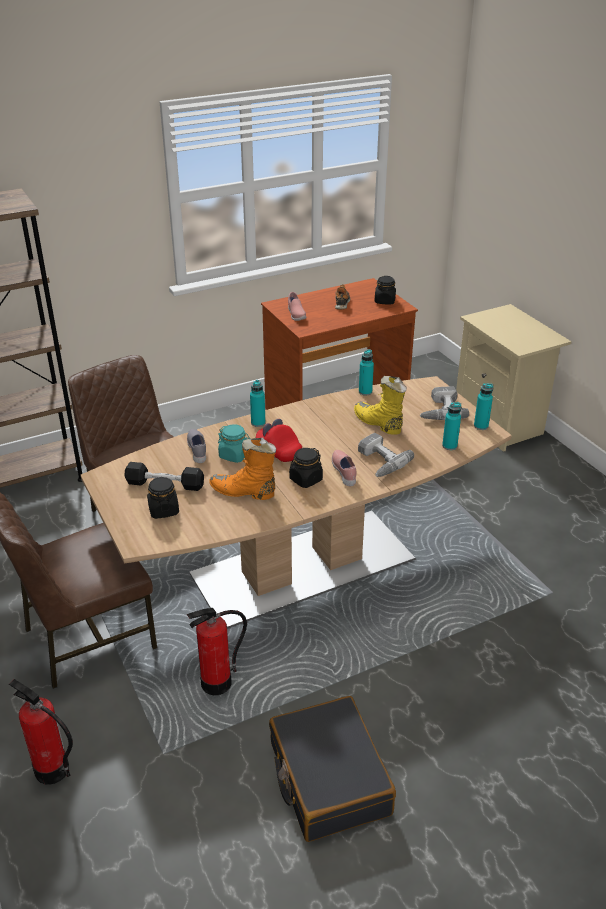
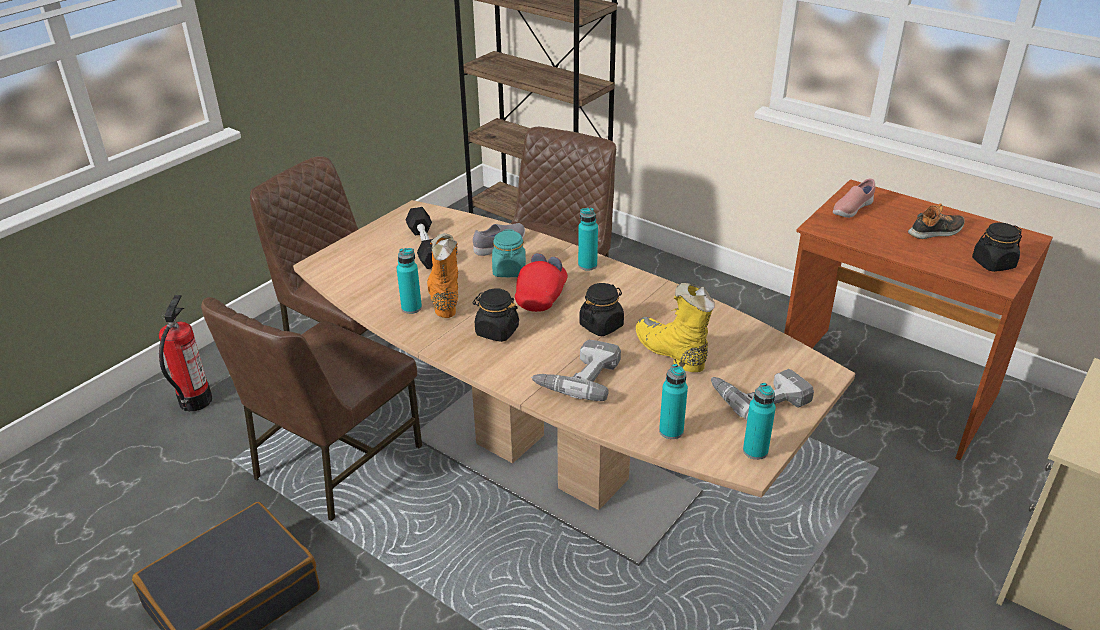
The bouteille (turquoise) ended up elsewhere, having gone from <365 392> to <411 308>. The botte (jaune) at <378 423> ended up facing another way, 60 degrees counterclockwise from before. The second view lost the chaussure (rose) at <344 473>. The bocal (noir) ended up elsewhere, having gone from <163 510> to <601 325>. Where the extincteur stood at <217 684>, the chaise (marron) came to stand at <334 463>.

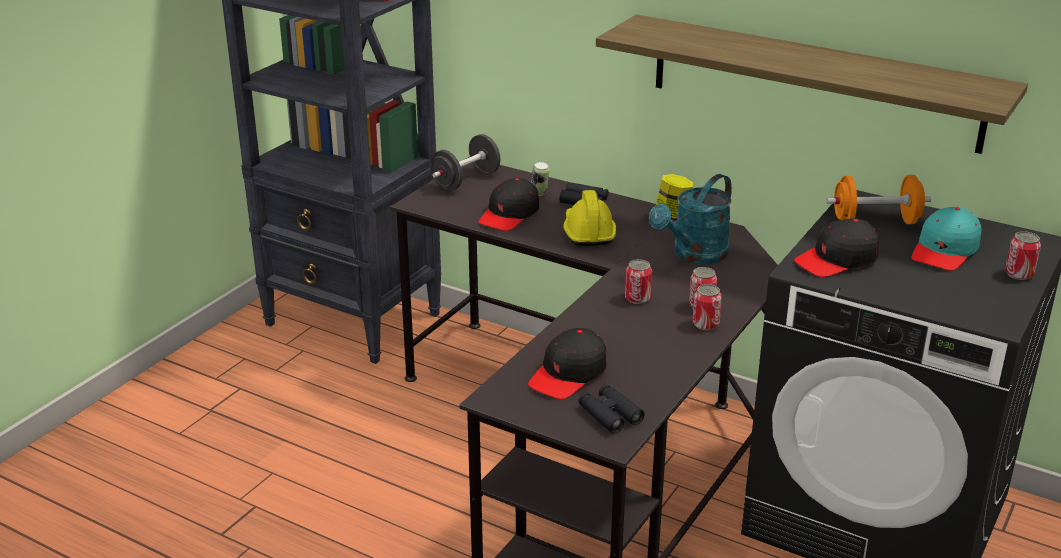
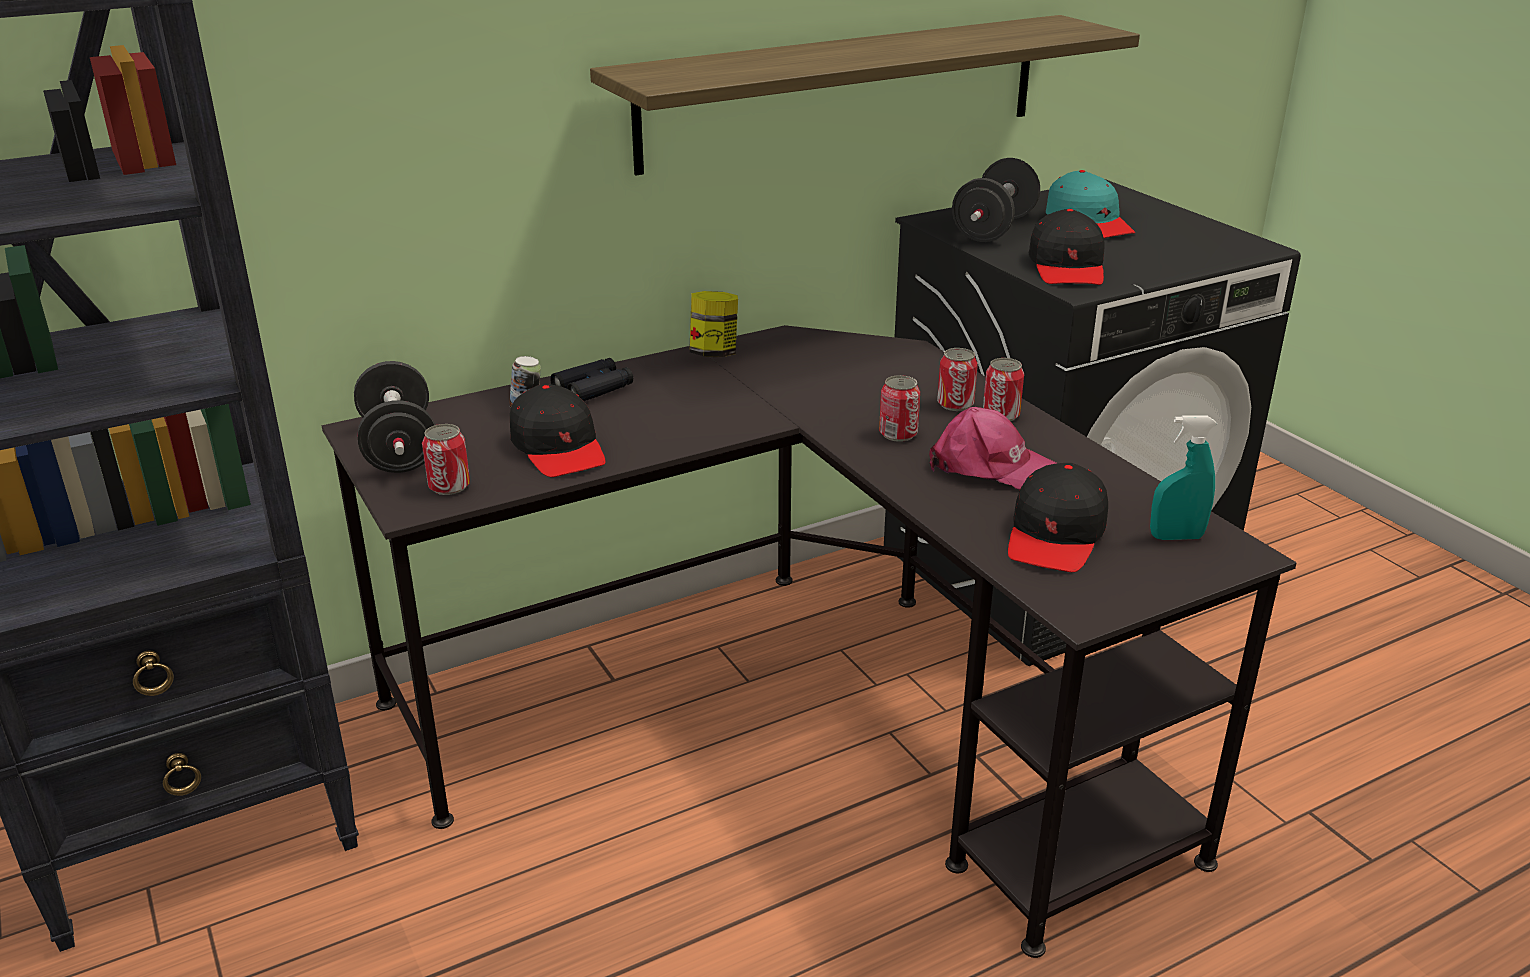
The second view lost the arrosoir (turquoise) at <694 255>. What was the haltère (orange) at <875 222> turned into the haltère (noir) at <994 229>. The second view lost the casque de chantier (jaune) at <588 232>. The boîte métallique ended up elsewhere, having gone from <1018 274> to <449 486>. The casquette (noir) at <568 374> ended up facing another way, 45 degrees clockwise from before. Where the jumelles (noir) stood at <610 415>, the vaporisateur (turquoise) came to stand at <1176 537>. The second view gained the casquette (rose) at <991 467>.

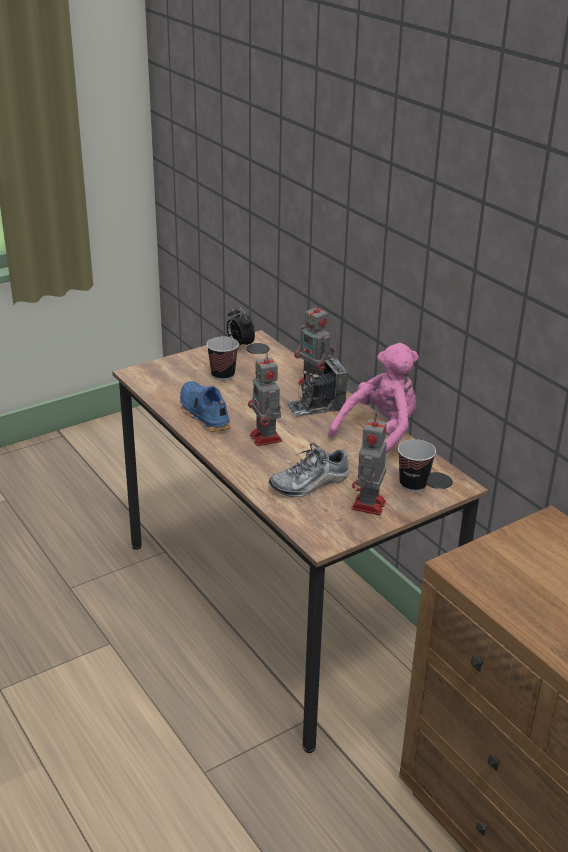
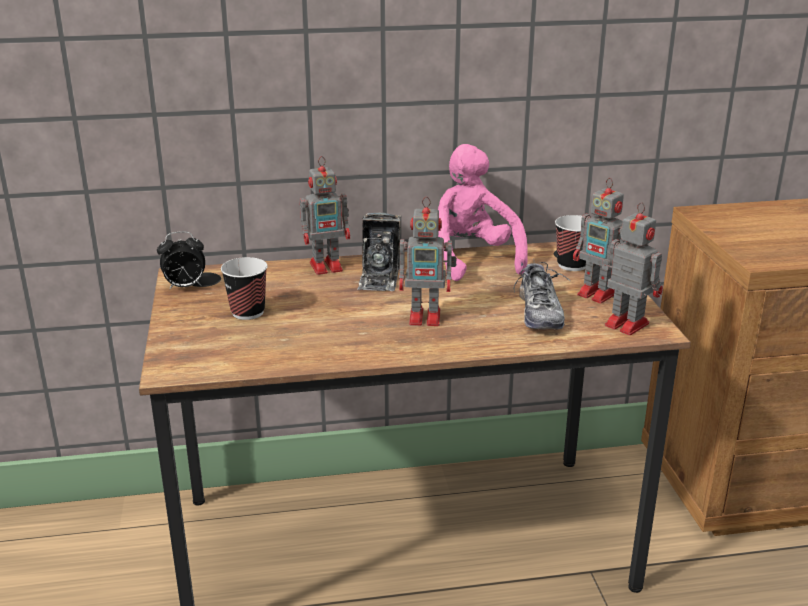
The second view lost the chaussure (bleu) at <203 415>. The second view gained the robot jouet at <624 323>.

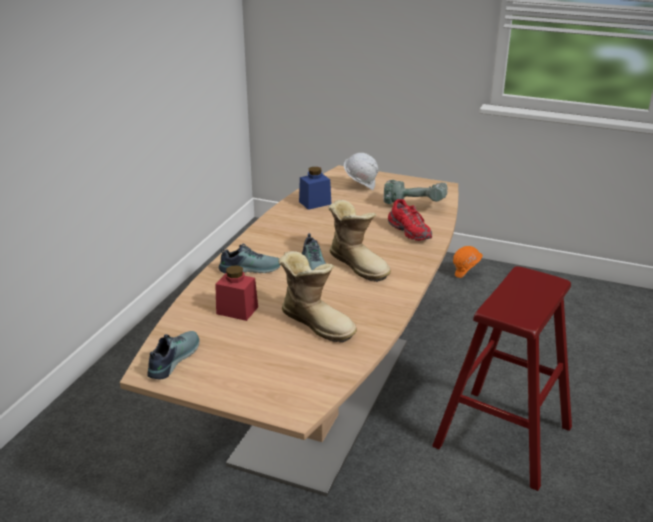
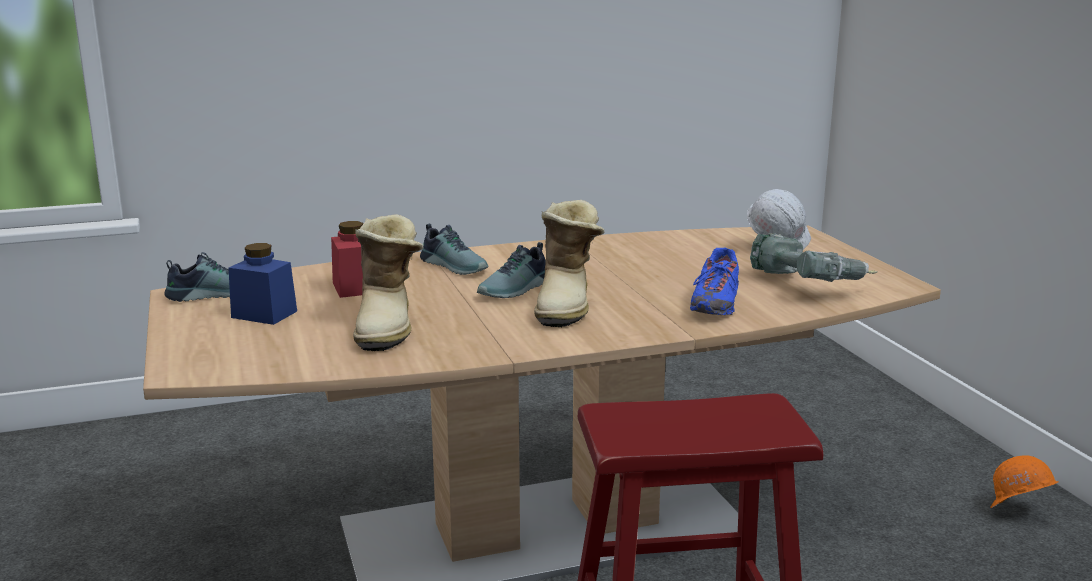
The bocal (bleu) ended up elsewhere, having gone from <315 203> to <264 314>. What was the chaussure (rouge) at <409 232> turned into the chaussure (bleu) at <715 305>.

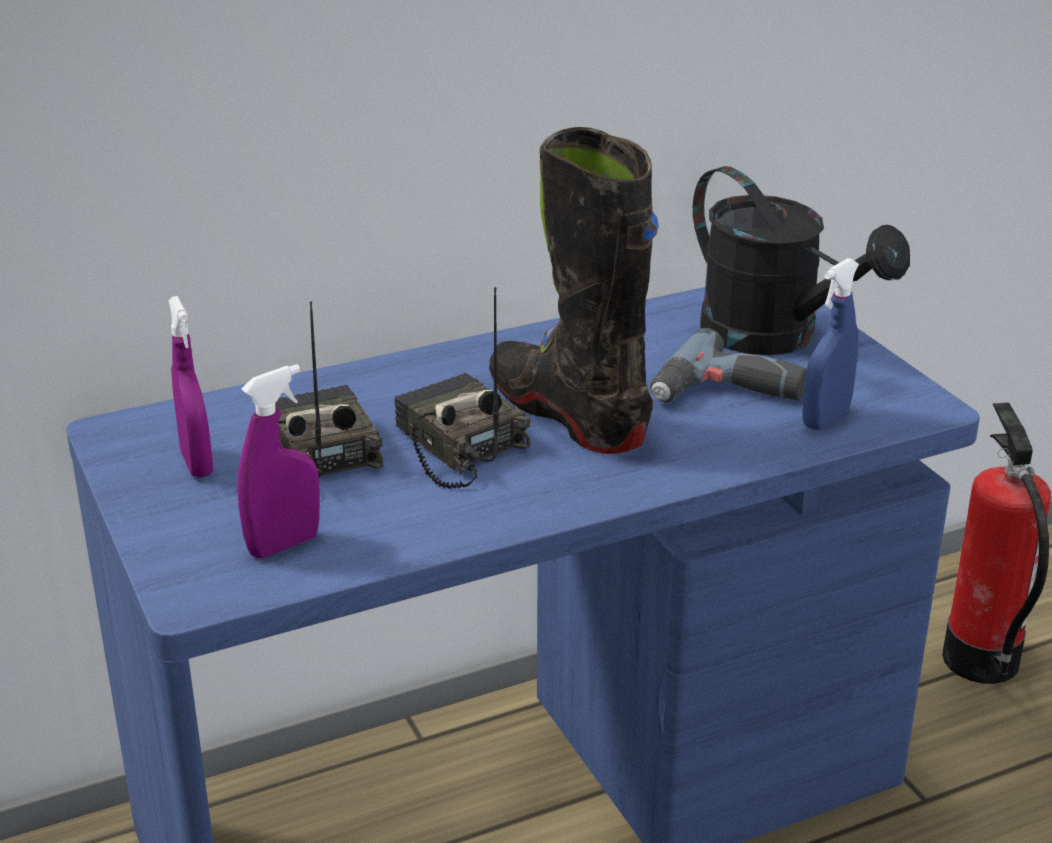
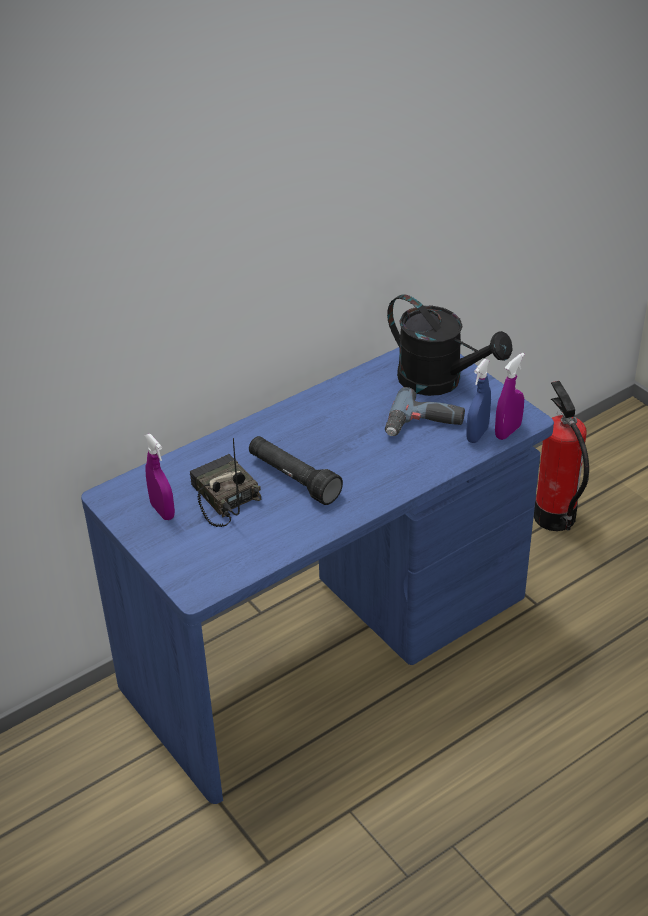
The second view lost the botte (noir) at <568 414>. Where the radio stood at <456 445>, the lampe de poche (noir) came to stand at <293 479>. The vaporisateur (violet) ended up elsewhere, having gone from <284 545> to <508 431>.

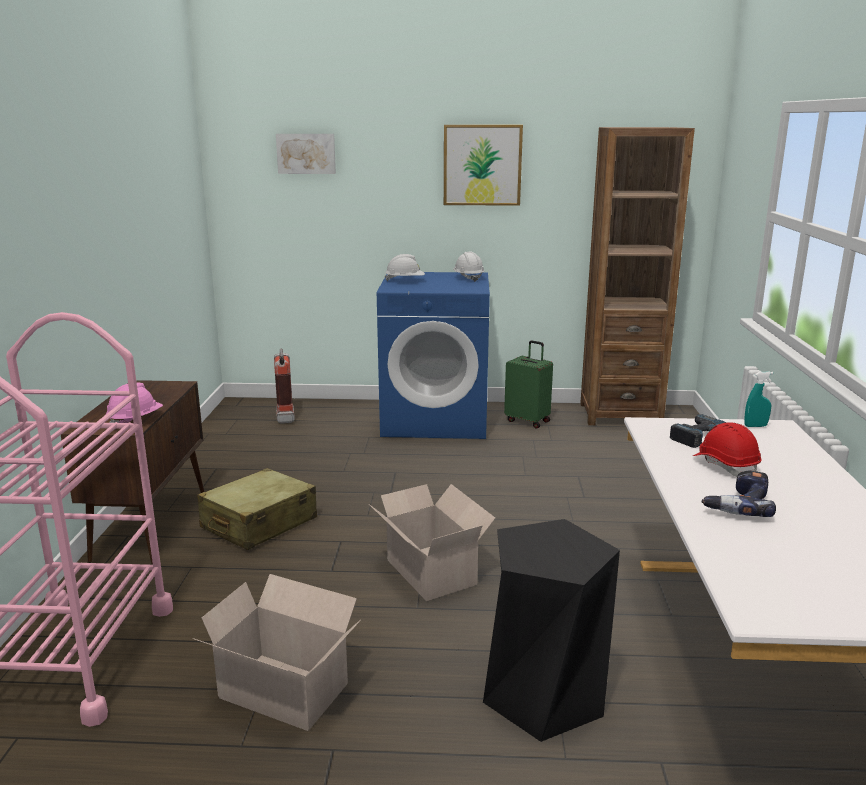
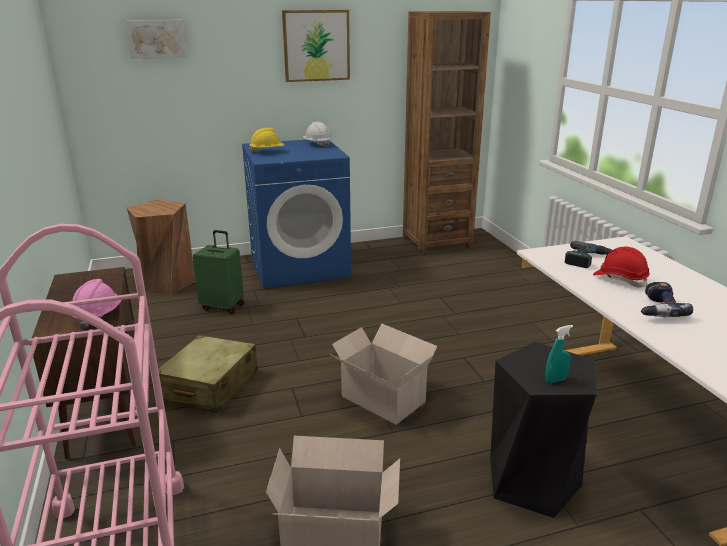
What was the casque de chantier (blanc) at <405 281> turned into the casque de chantier (jaune) at <267 151>. The valise (vert) ended up elsewhere, having gone from <528 421> to <223 306>. Where the extincteur stood at <285 416>, the tabouret (marron) came to stand at <166 282>. The vaporisateur (turquoise) ended up elsewhere, having gone from <755 426> to <556 380>.

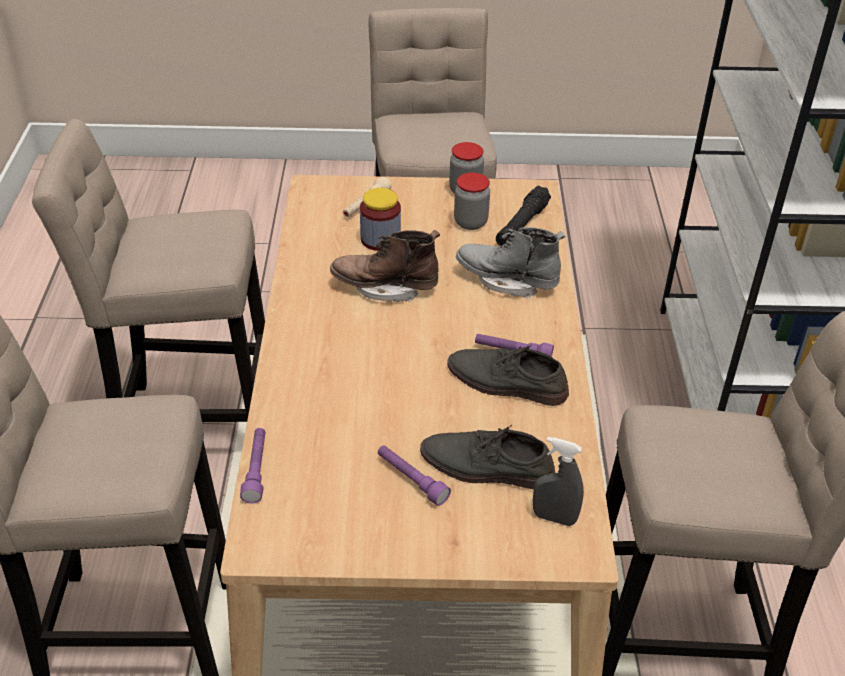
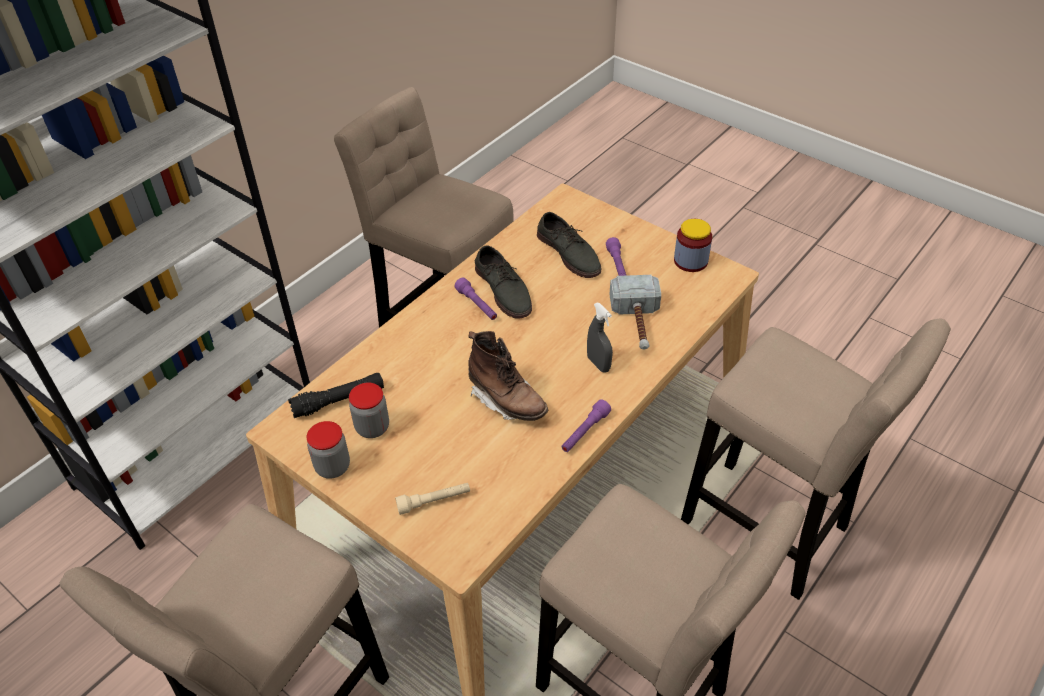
The bocal ended up elsewhere, having gone from <380 239> to <690 261>. The second view lost the botte (gris) at <507 281>. The lampe de poche (violet) ended up elsewhere, having gone from <256 470> to <584 432>. The vaporisateur (gris) ended up elsewhere, having gone from <554 518> to <598 364>. The second view gained the marteau at <637 324>.

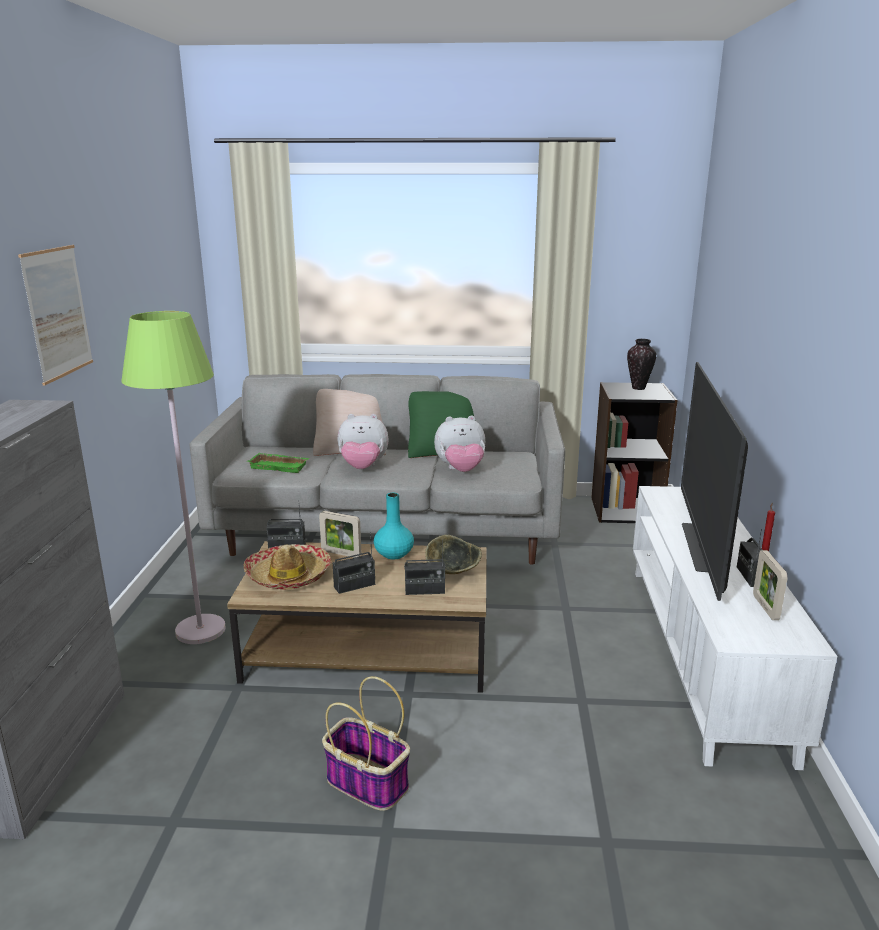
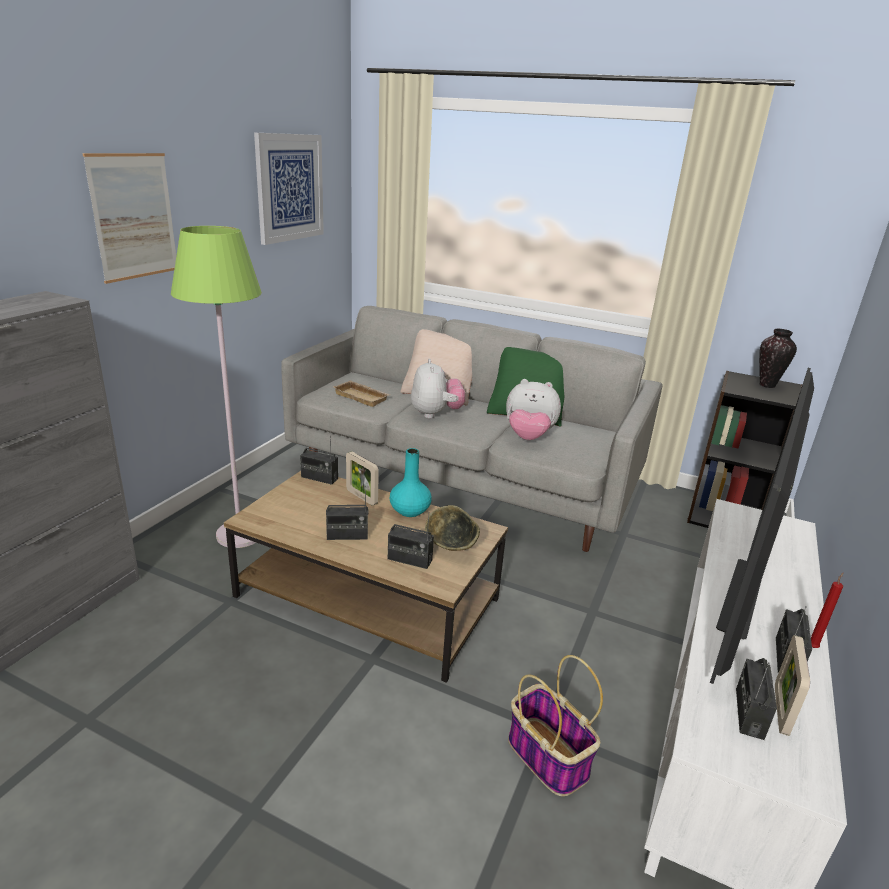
The peluche at <363 468> ended up facing another way, 120 degrees counterclockwise from before. What was the plateau (vert) at <280 466> turned into the plateau (beige) at <363 397>. The second view lost the chapeau at <288 576>. The panier ended up elsewhere, having gone from <365 783> to <546 756>. The second view gained the tableau at <290 187>. The second view gained the radio at <749 713>.

